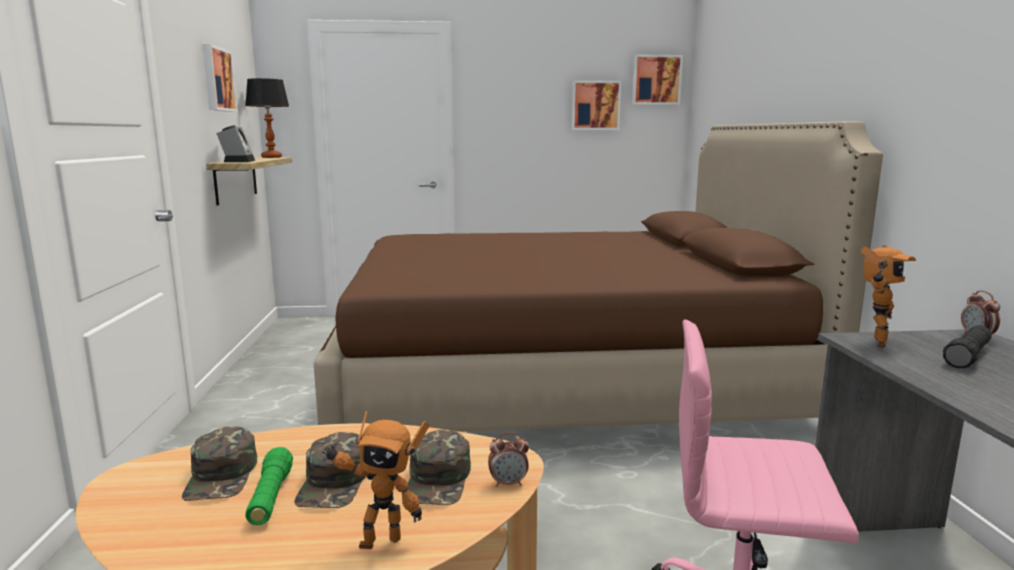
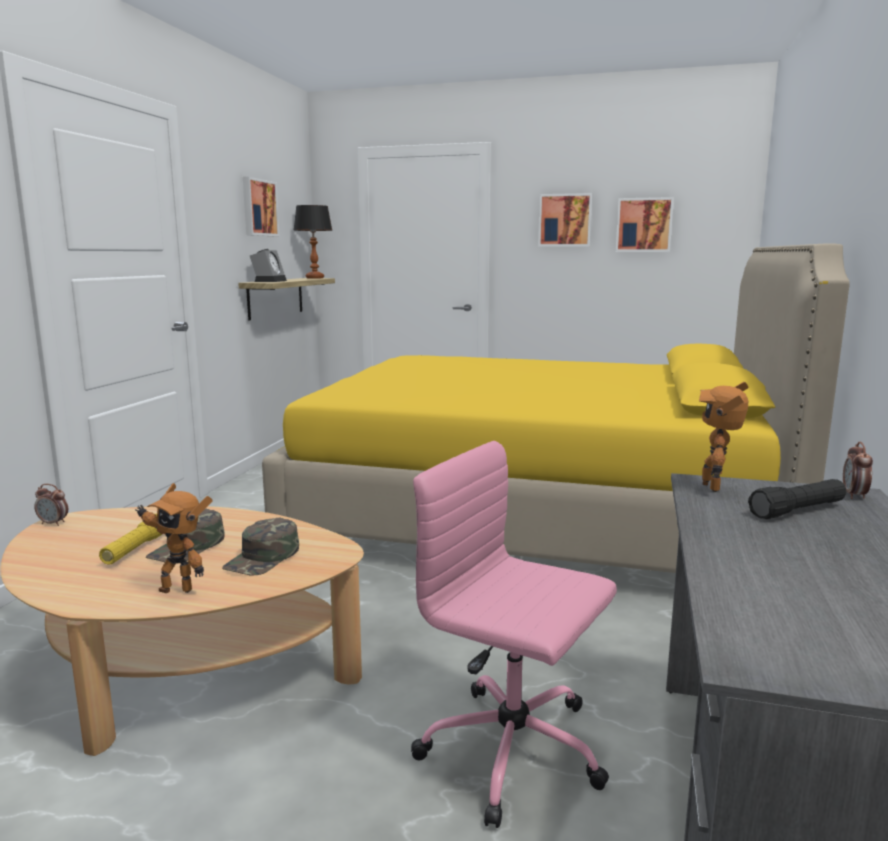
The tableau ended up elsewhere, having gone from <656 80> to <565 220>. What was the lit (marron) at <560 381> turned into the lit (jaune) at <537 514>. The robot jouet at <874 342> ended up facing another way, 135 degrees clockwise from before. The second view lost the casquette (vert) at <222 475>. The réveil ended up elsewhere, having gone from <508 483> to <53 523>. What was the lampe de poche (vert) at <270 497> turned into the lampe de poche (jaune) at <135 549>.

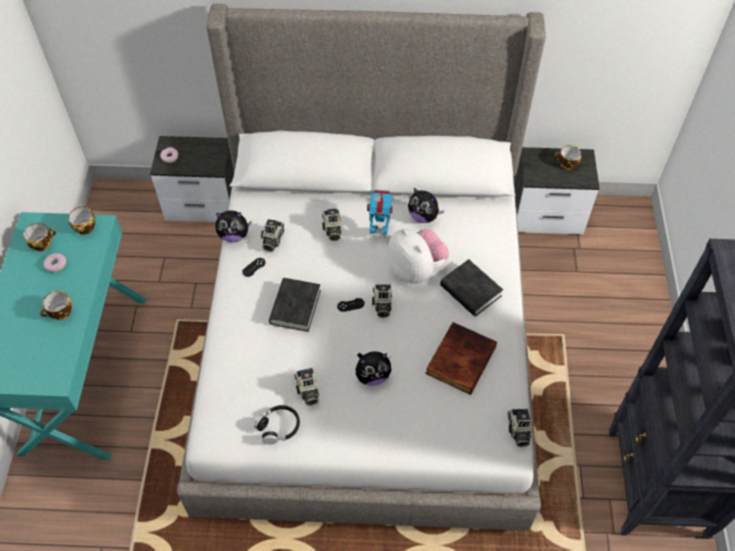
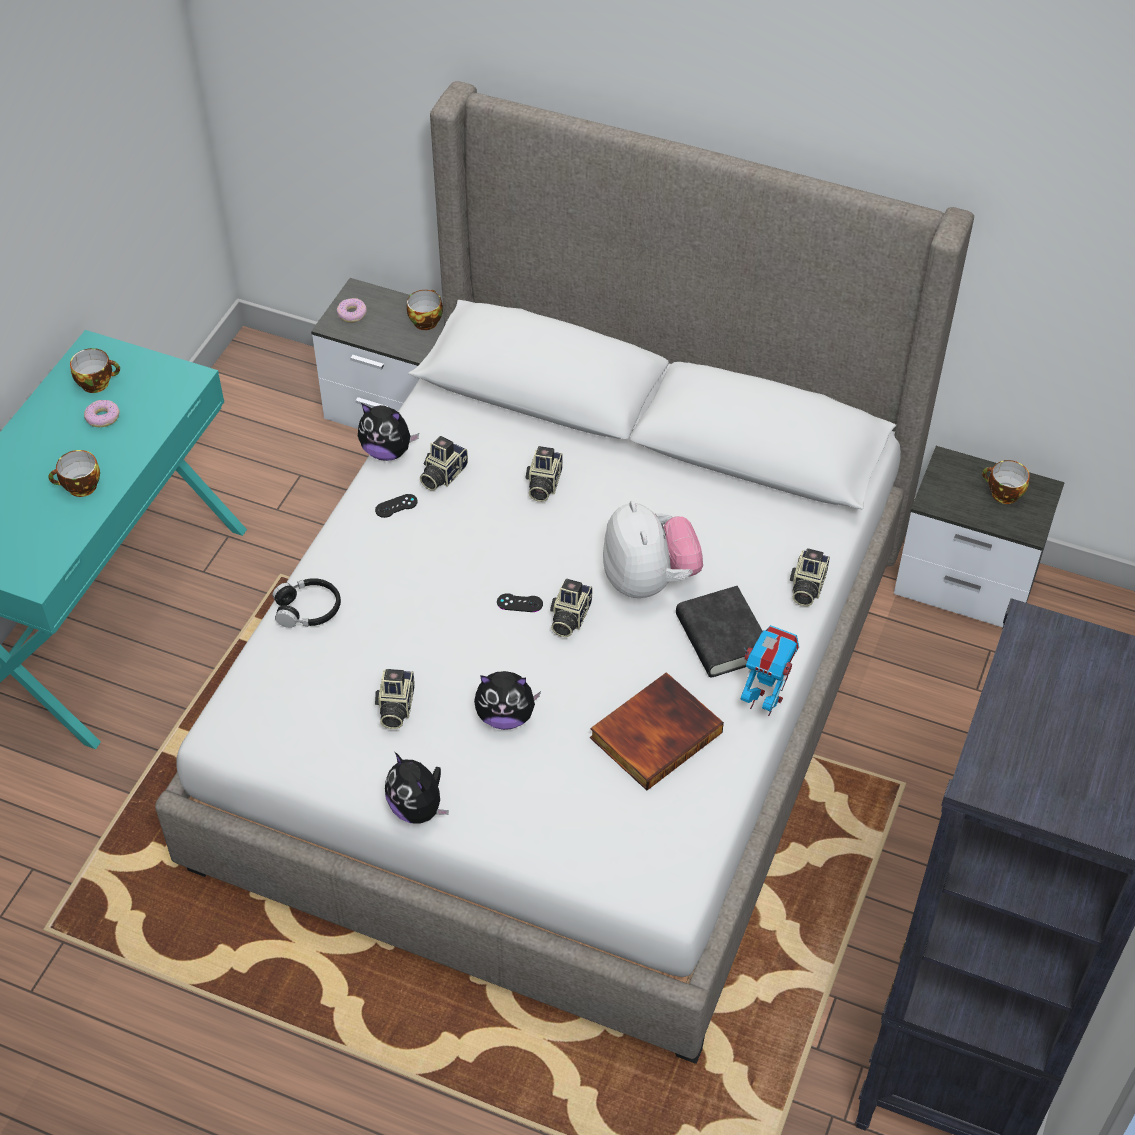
The peluche ended up elsewhere, having gone from <423 216> to <418 808>. The robot jouet ended up elsewhere, having gone from <379 231> to <764 702>. The tasse ended up elsewhere, having gone from <85 226> to <425 320>. The second view lost the livre (noir) at <295 307>. The casque audio (noir) ended up elsewhere, having gone from <278 427> to <308 609>. The appareil photo ended up elsewhere, having gone from <518 431> to <806 587>.

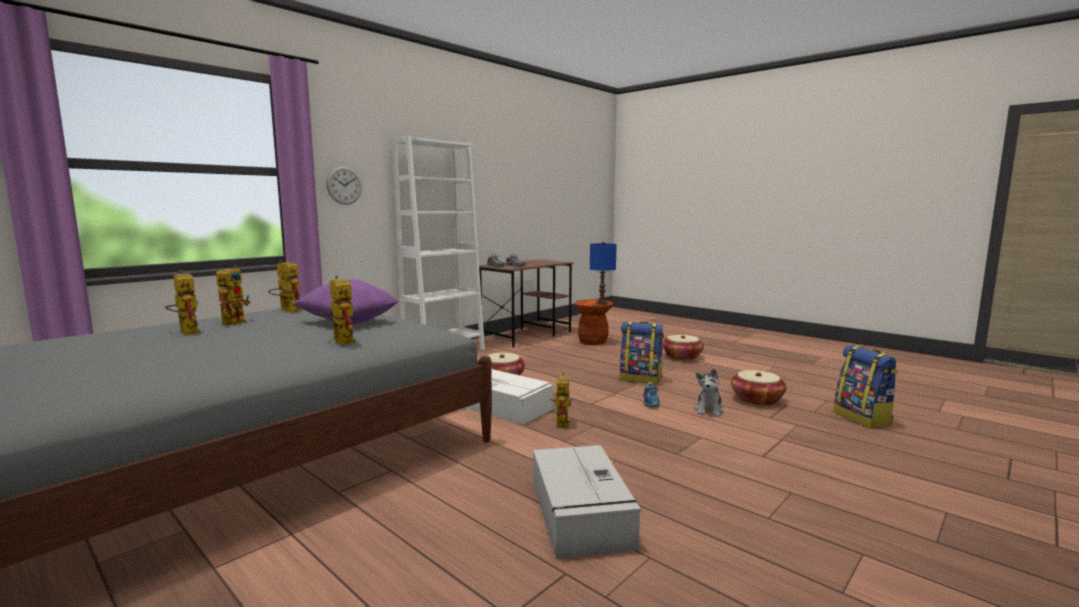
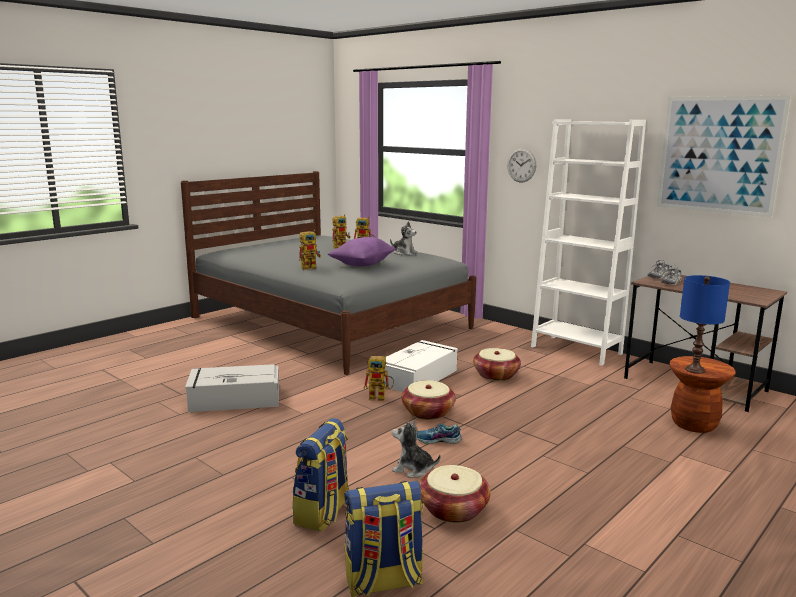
Where the robot jouet stood at <286 310>, the peluche came to stand at <404 253>. The sac à dos ended up elsewhere, having gone from <641 379> to <324 513>. The panier ended up elsewhere, having gone from <682 357> to <428 412>. The second view gained the tableau at <719 155>.

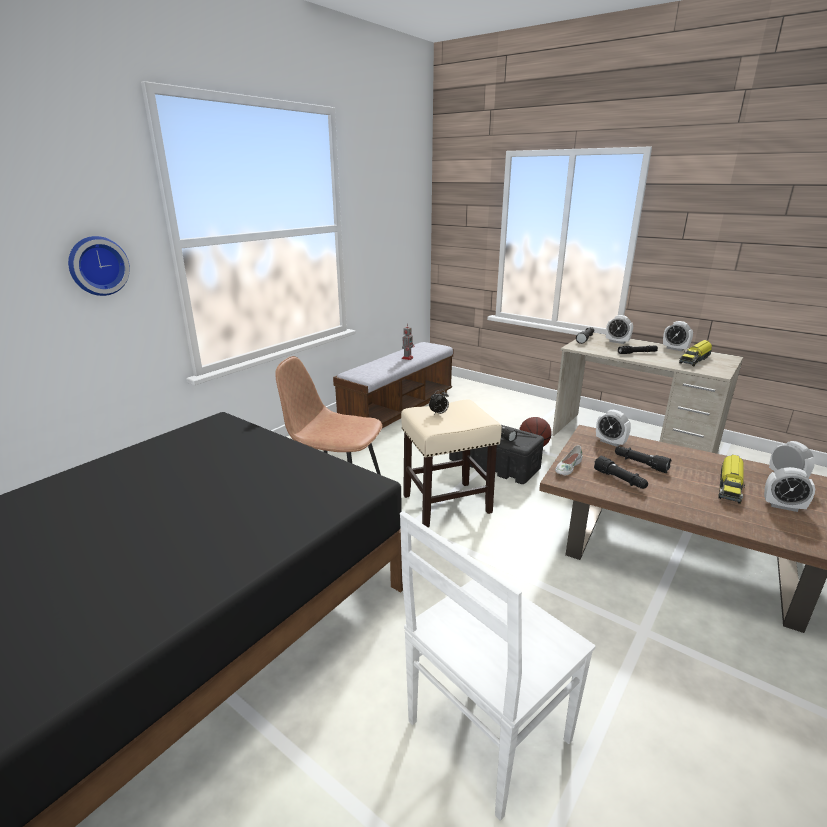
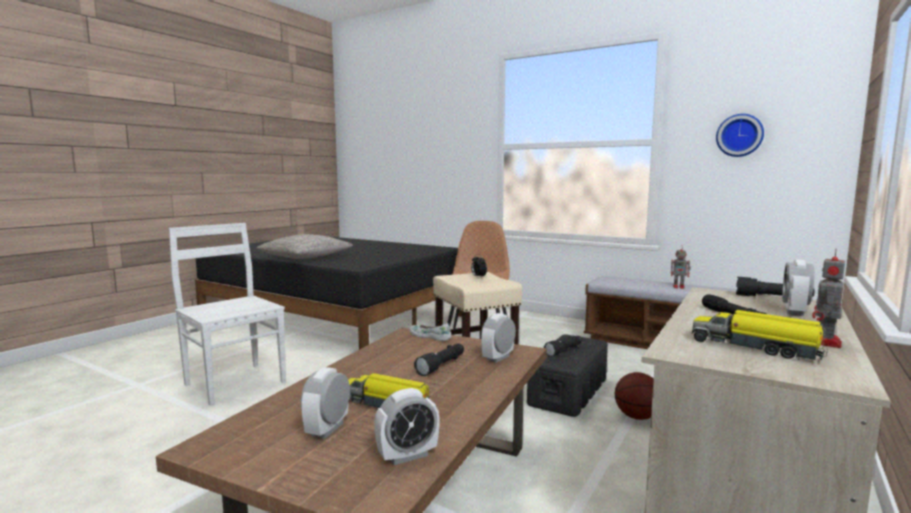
The horloge murale ended up elsewhere, having gone from <97 265> to <739 135>. Where the réveil stood at <675 349>, the robot jouet came to stand at <824 343>. The second view lost the lampe de poche (noir) at <620 480>. The second view gained the coussin (gris) at <306 258>.

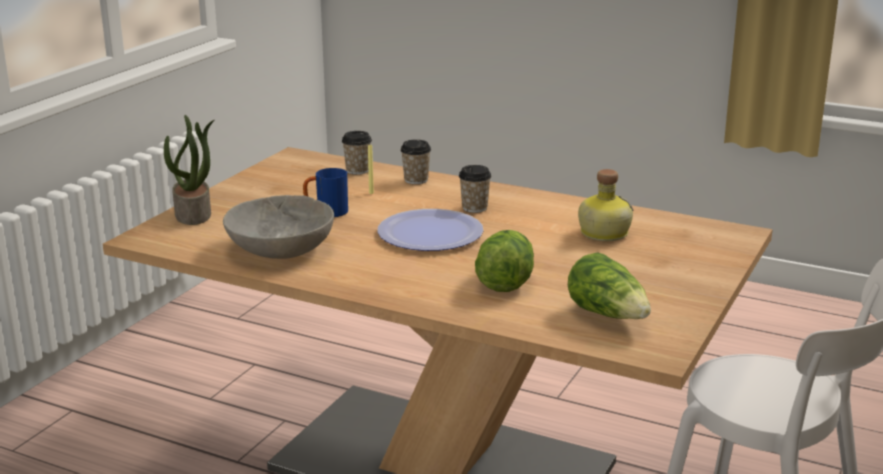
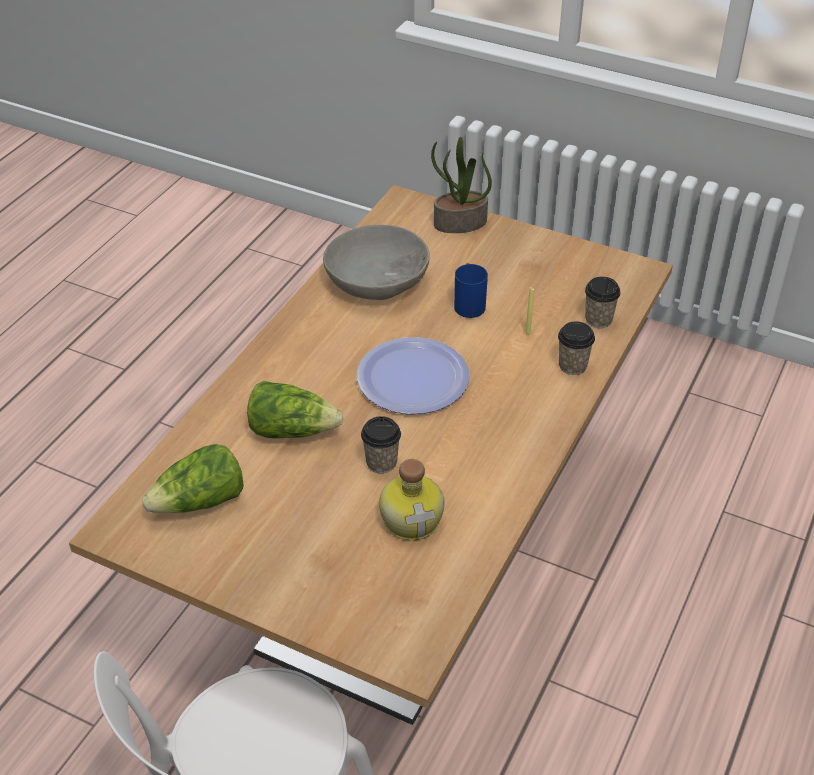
The tasse ended up elsewhere, having gone from <474 208> to <381 463>.

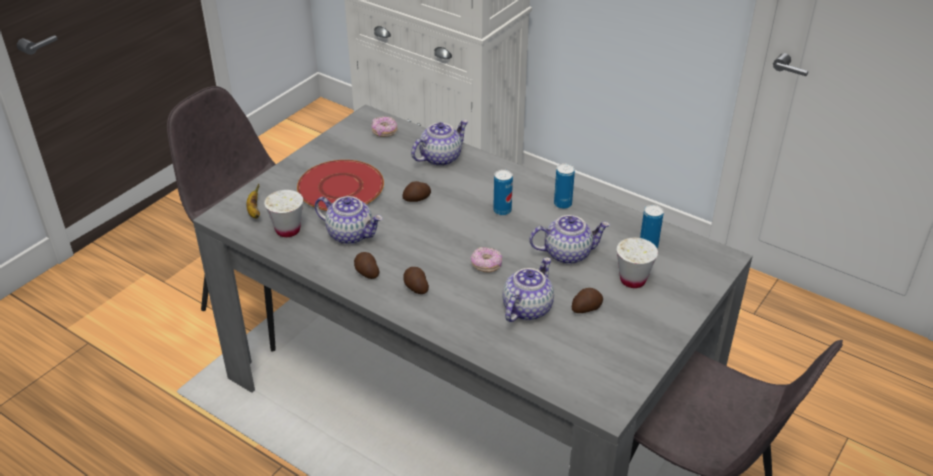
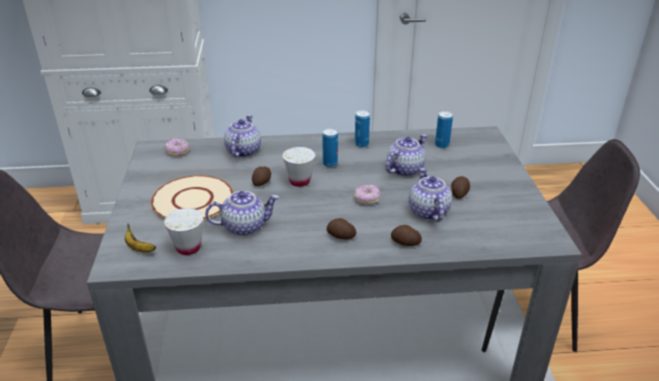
What was the assiette (rouge) at <340 188> turned into the assiette (beige) at <192 200>. The tasse (blanc) ended up elsewhere, having gone from <633 280> to <299 181>. The pomme de terre ended up elsewhere, having gone from <366 272> to <405 243>.

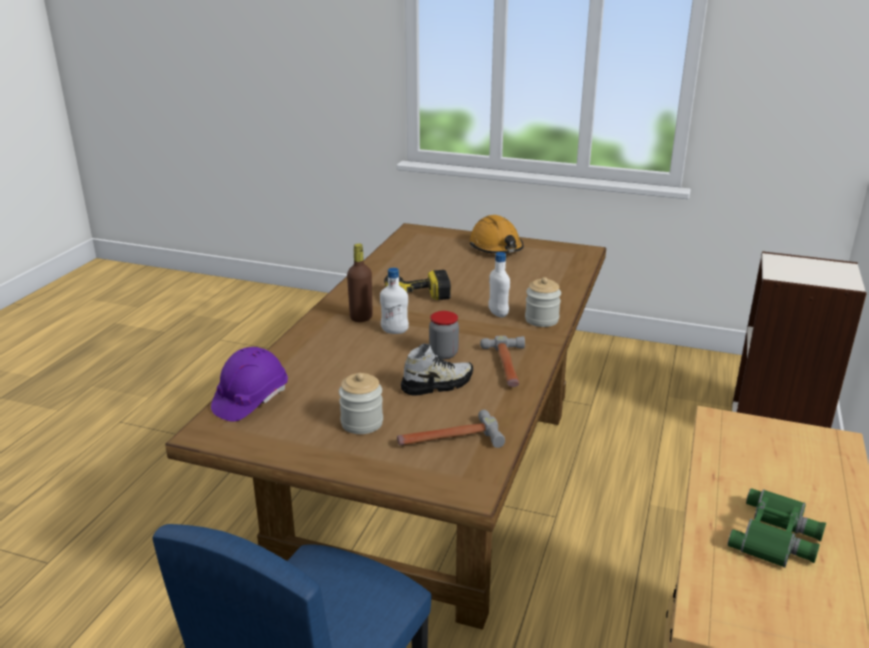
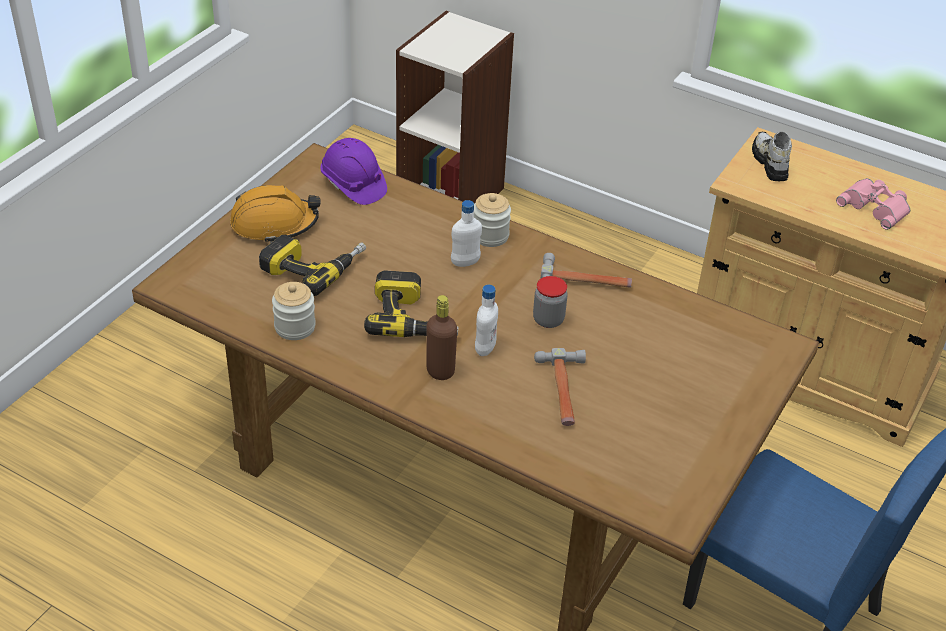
The chaussure ended up elsewhere, having gone from <437 385> to <769 163>. The casque de chantier (violet) ended up elsewhere, having gone from <251 400> to <353 185>. The bocal ended up elsewhere, having gone from <362 423> to <295 327>. The marteau ended up elsewhere, having gone from <448 439> to <563 392>. What was the jumelles (vert) at <777 537> turned into the jumelles (rose) at <875 207>. The second view gained the perceuse at <314 267>.

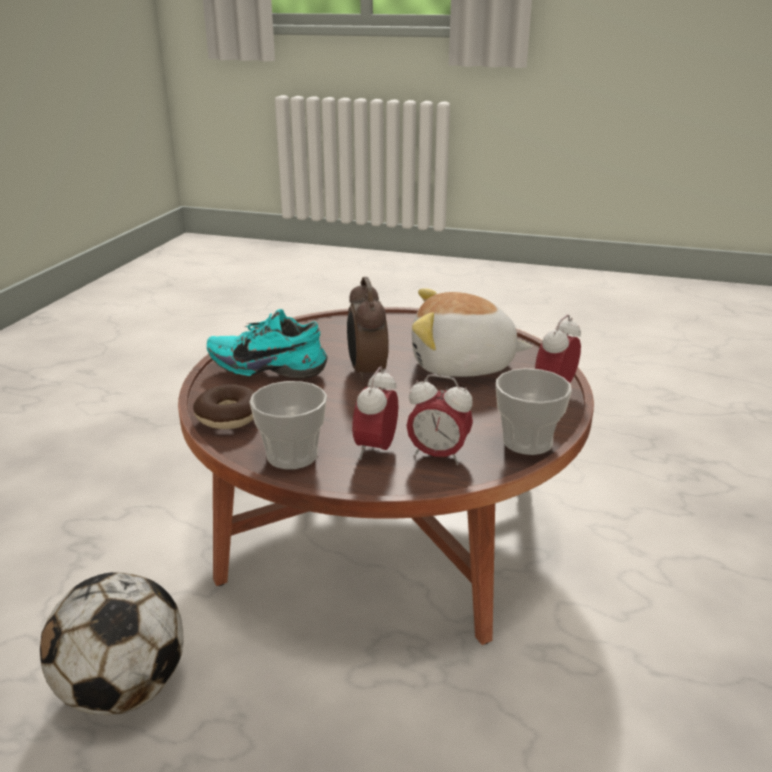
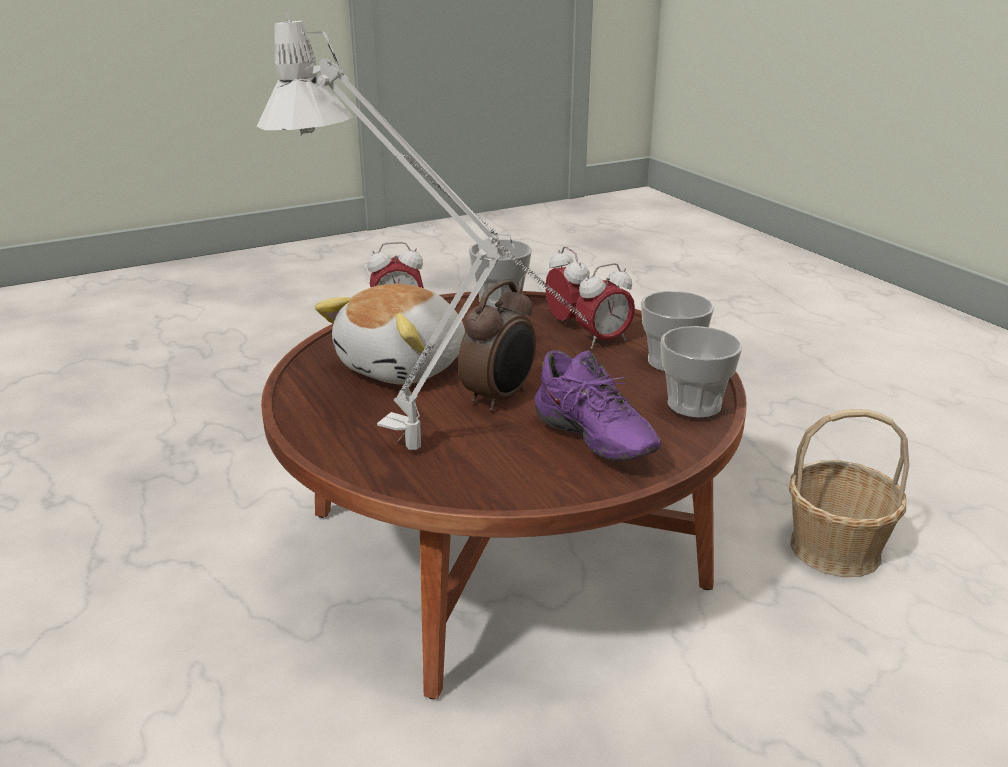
The peluche at <463 365> ended up facing another way, 75 degrees clockwise from before. What was the chaussure (turquoise) at <269 367> turned into the chaussure (violet) at <589 441>. Where the beignet stood at <228 416>, the tasse came to stand at <694 404>. Where the ballon de foot stood at <124 689>, the panier came to stand at <836 549>. The second view gained the lampe de table (gris) at <432 457>.

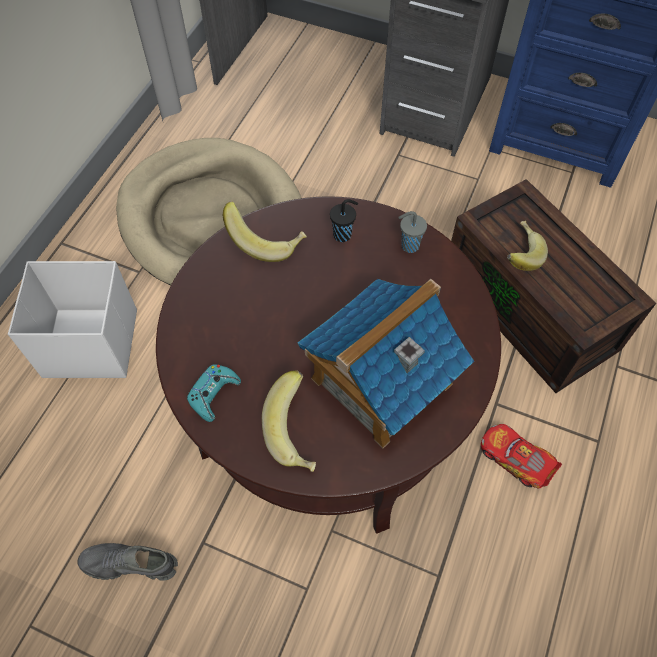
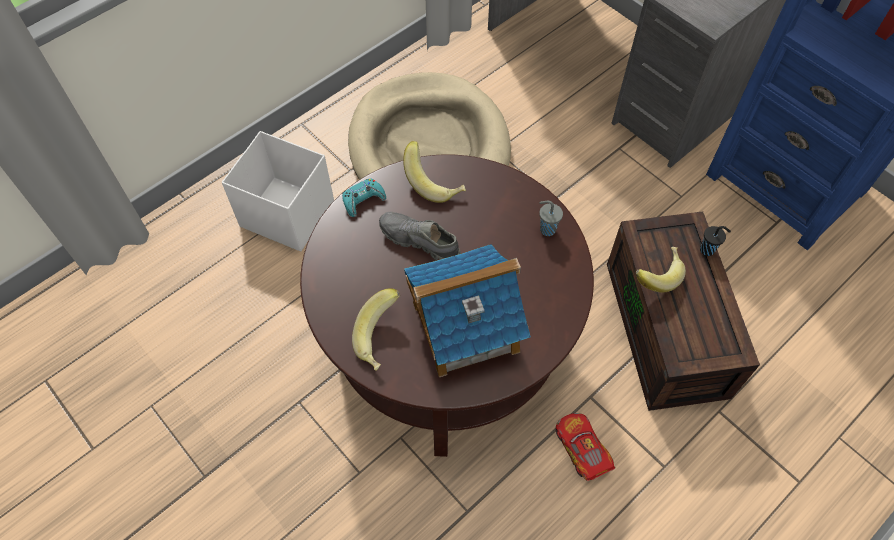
The tasse (noir) ended up elsewhere, having gone from <343 235> to <708 250>. The manette (turquoise) ended up elsewhere, having gone from <213 394> to <363 200>. The chaussure (gris) ended up elsewhere, having gone from <130 564> to <419 242>.

